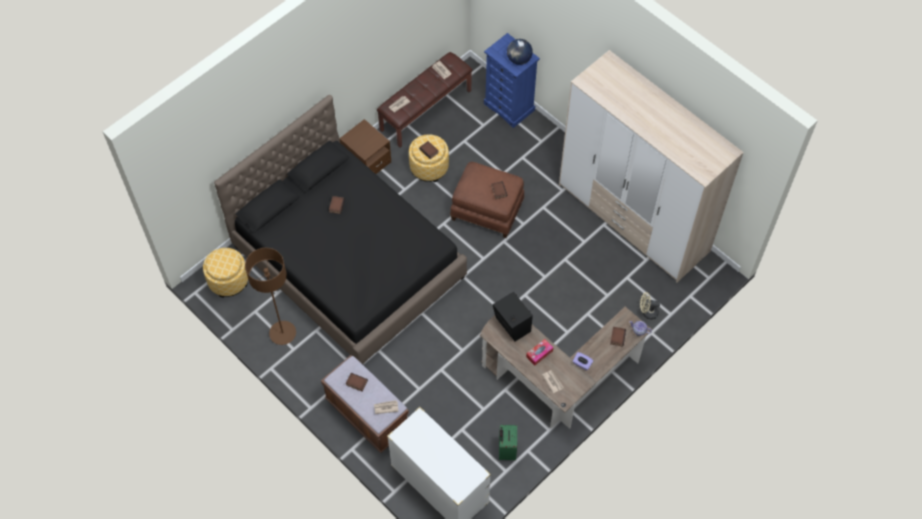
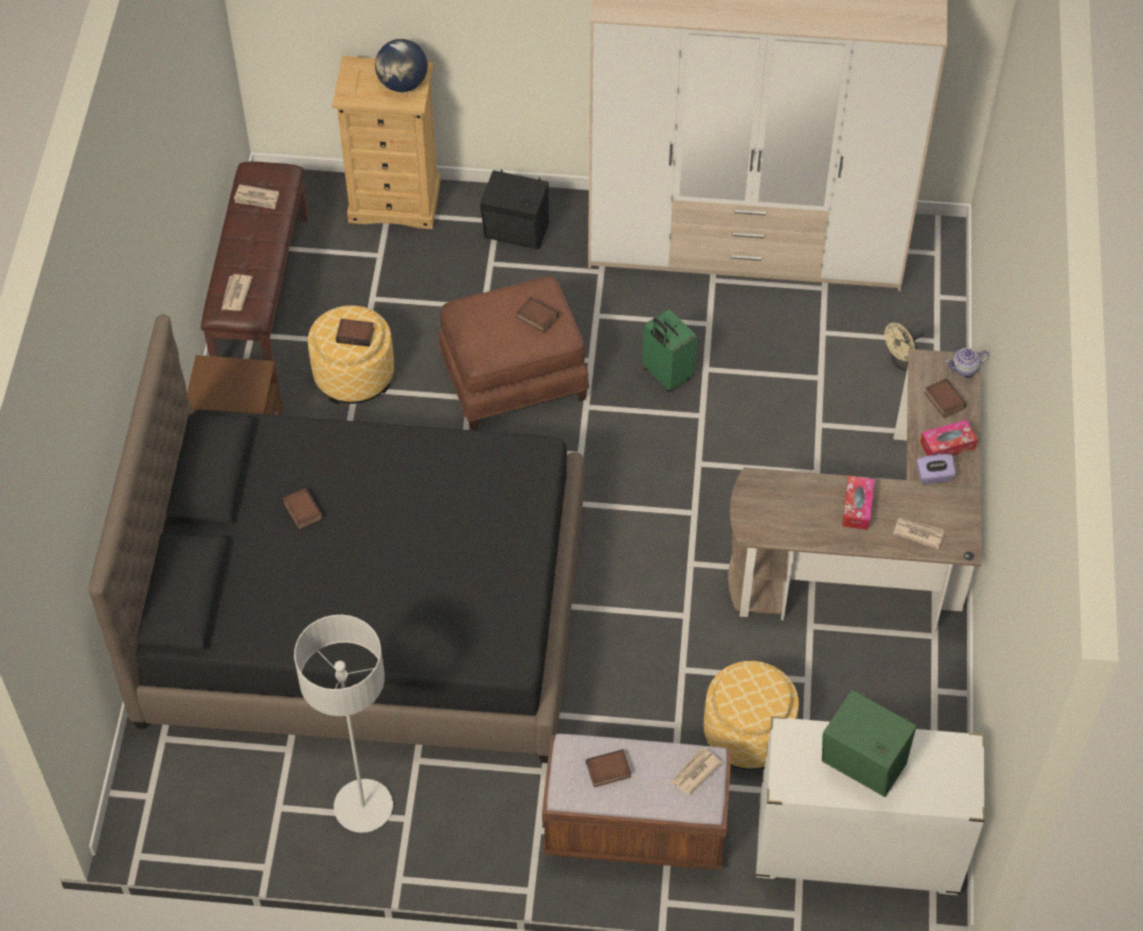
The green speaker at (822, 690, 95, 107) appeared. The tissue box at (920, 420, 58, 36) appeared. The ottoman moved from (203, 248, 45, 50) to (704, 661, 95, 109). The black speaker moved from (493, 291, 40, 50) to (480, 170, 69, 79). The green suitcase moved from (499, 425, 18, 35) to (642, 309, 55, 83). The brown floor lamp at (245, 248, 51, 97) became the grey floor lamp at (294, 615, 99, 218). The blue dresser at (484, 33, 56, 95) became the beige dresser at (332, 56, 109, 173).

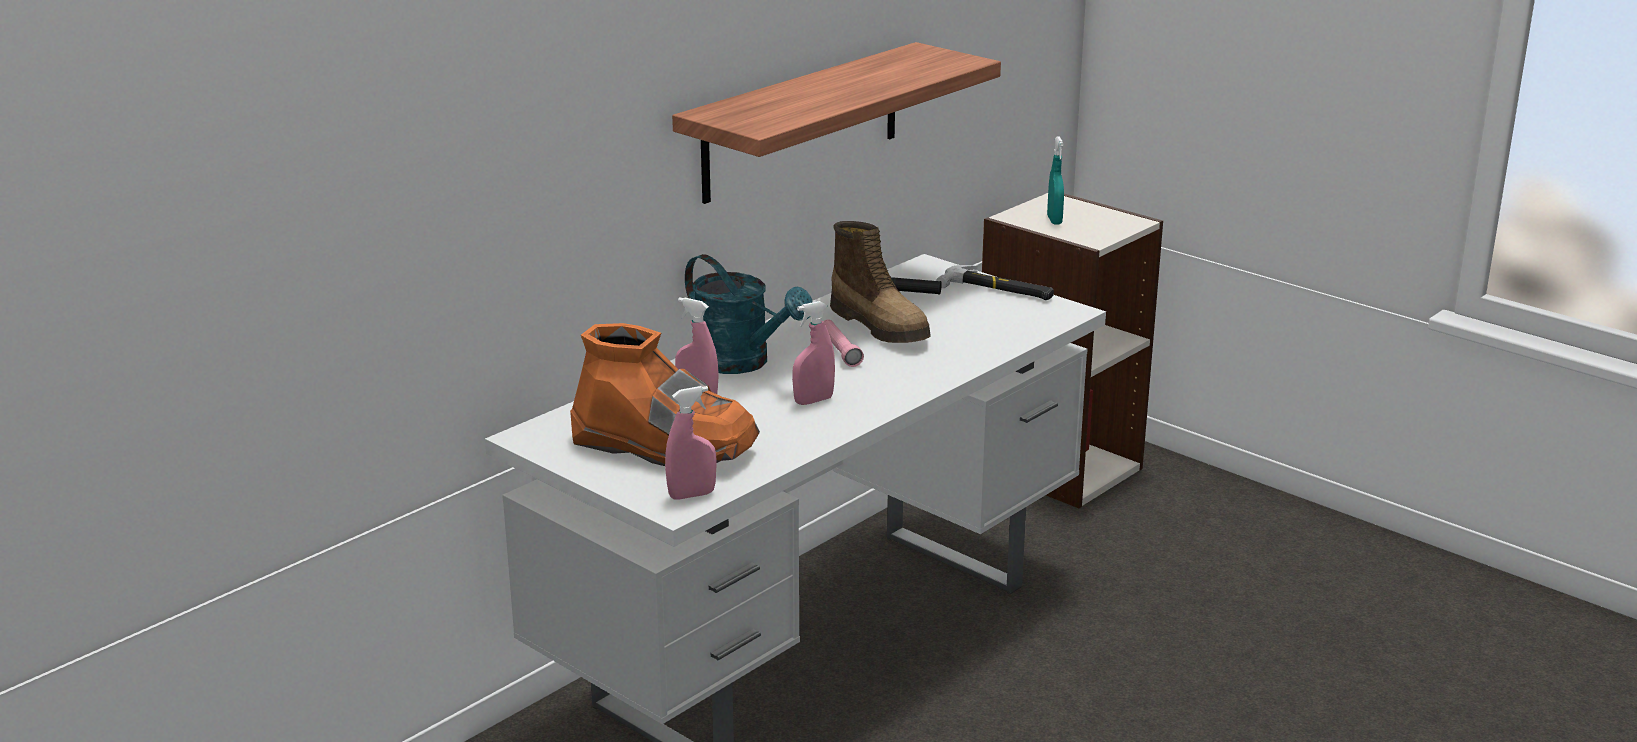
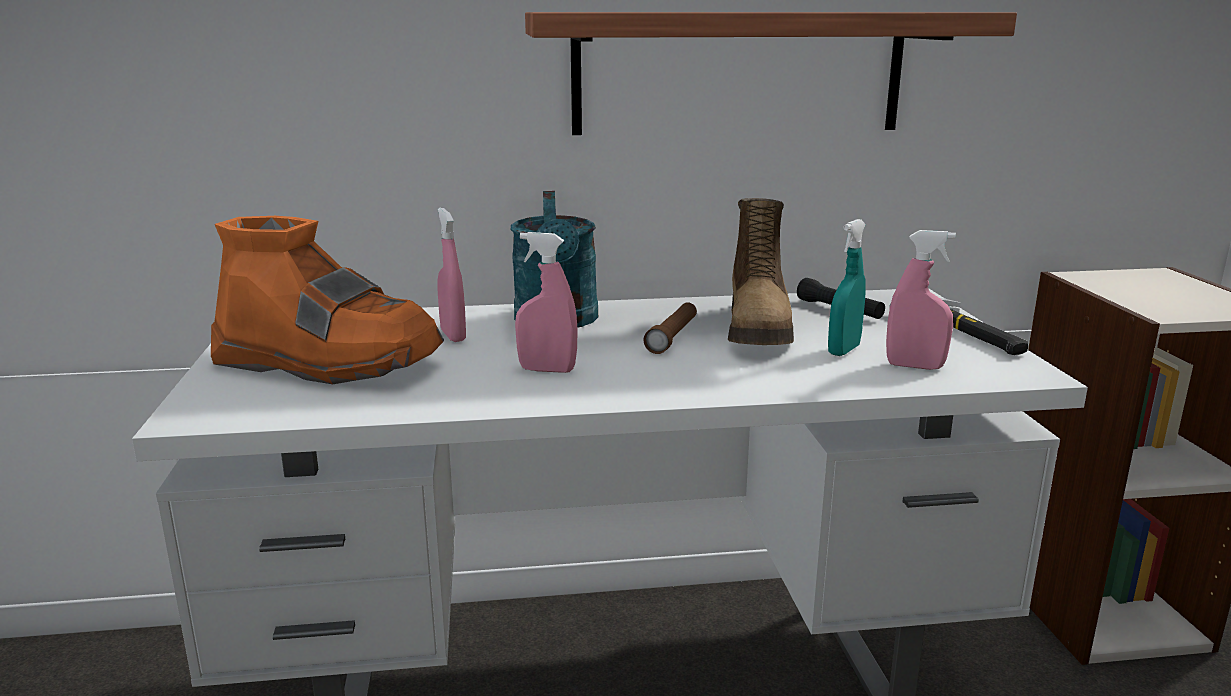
The pink spray bottle moved from (665, 386, 51, 114) to (886, 230, 70, 140). The turquoise spray bottle moved from (1047, 136, 17, 89) to (828, 219, 38, 137). The pink flashlight at (823, 319, 41, 48) became the brown flashlight at (644, 302, 53, 52). The orange boot at (570, 323, 190, 143) turned 45 degrees counterclockwise.

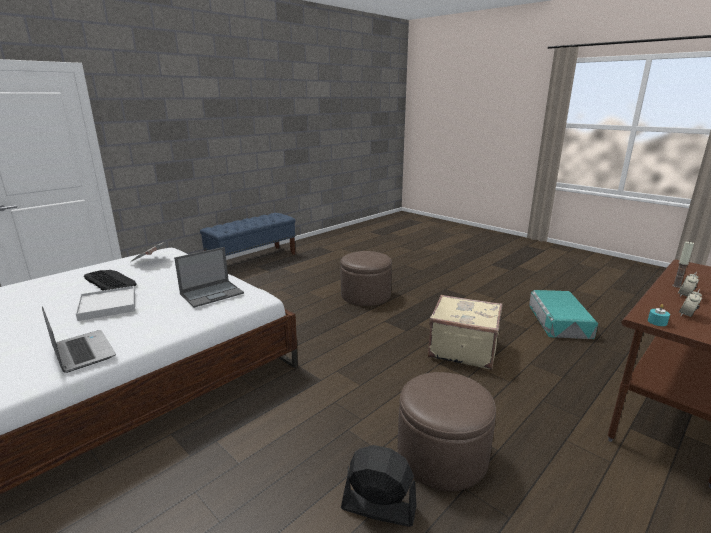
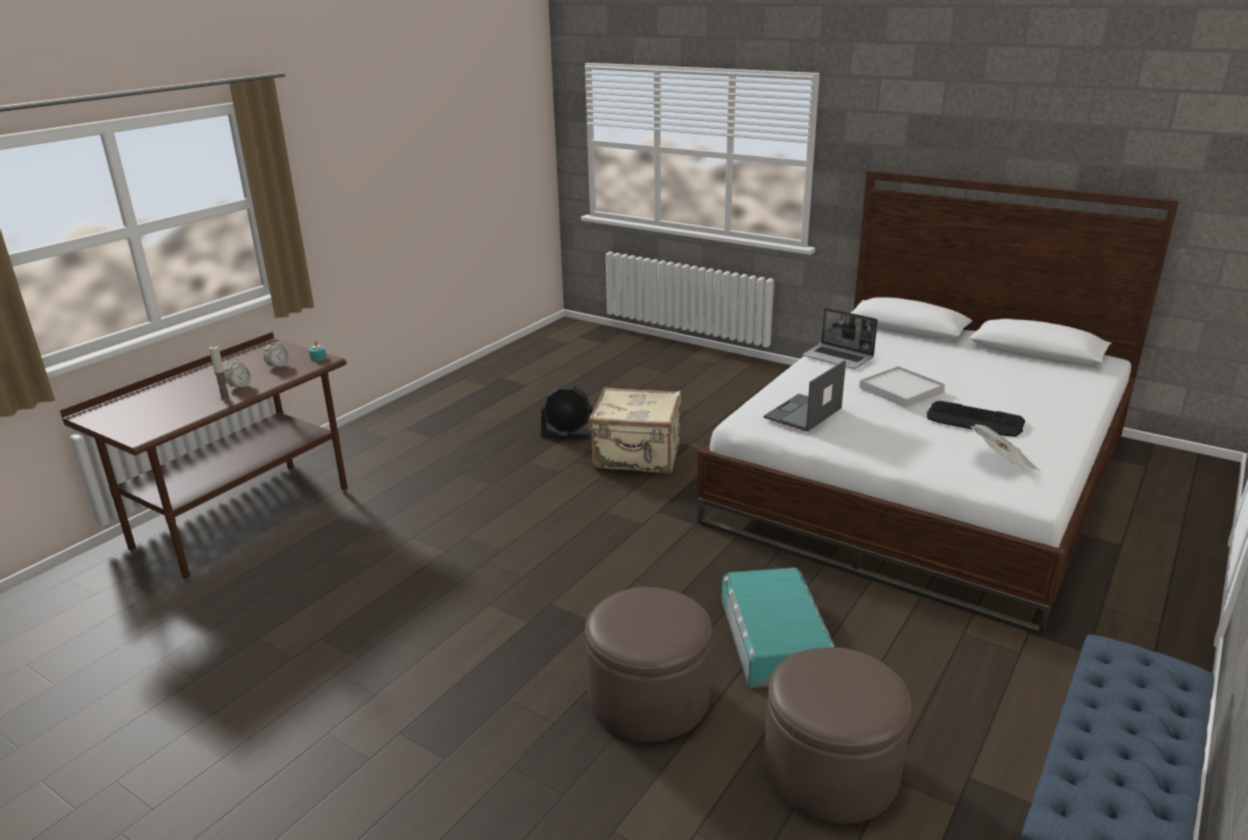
The brown ottoman moved from (398, 372, 98, 119) to (764, 647, 147, 177). The beige suitcase moved from (428, 295, 74, 75) to (589, 387, 92, 86). The turquoise storage box moved from (529, 290, 69, 49) to (722, 567, 113, 121).

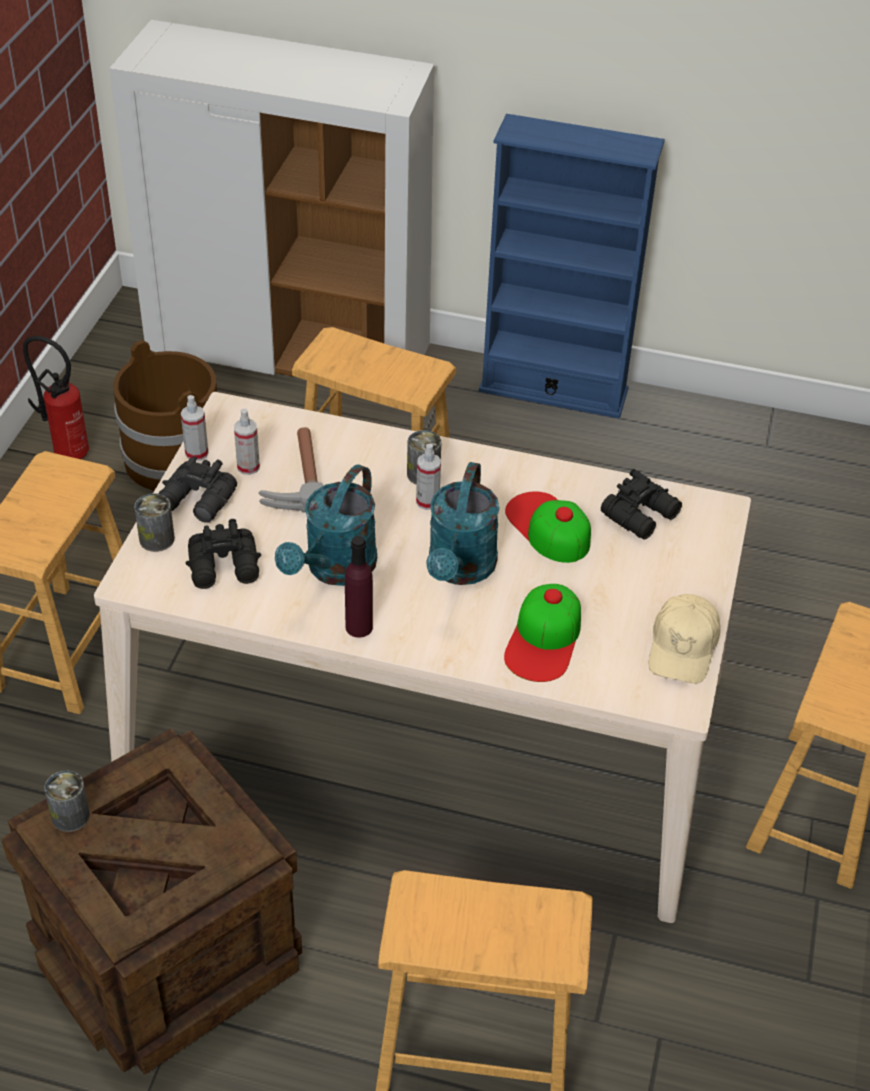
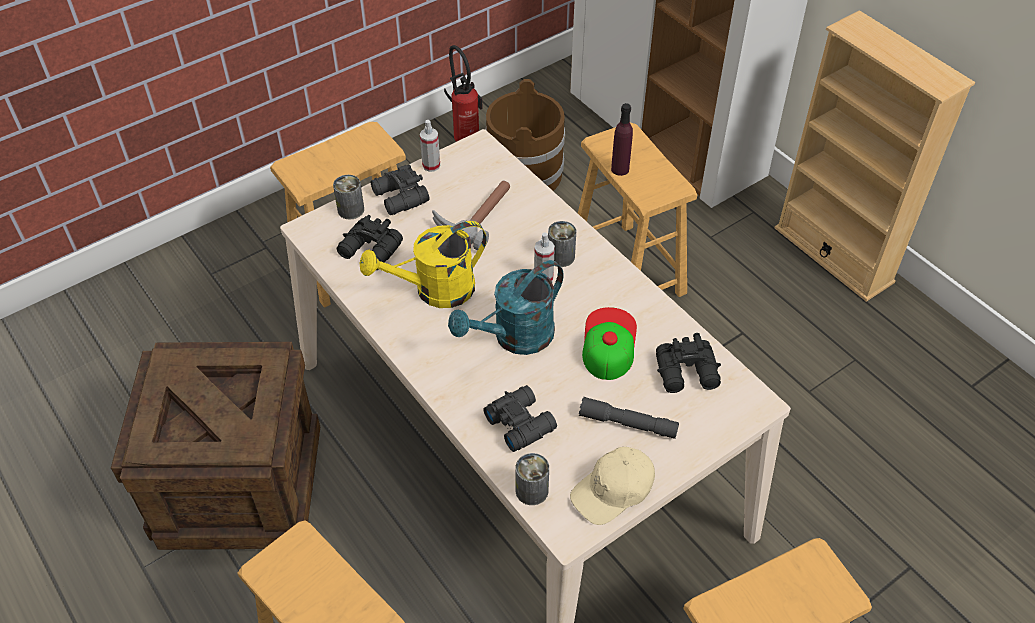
The spray bottle at (234, 408, 26, 67) disappeared. The grey flashlight at (579, 397, 100, 42) appeared. The can moved from (44, 770, 46, 62) to (516, 453, 33, 52). The purple bottle moved from (345, 536, 28, 102) to (611, 103, 22, 73). The cap at (504, 584, 77, 98) was replaced by the black binoculars at (483, 385, 74, 67). The turquoise watering can at (275, 464, 102, 122) became the yellow watering can at (360, 221, 127, 87). The blue bookcase at (479, 114, 186, 305) became the beige bookcase at (775, 10, 200, 292).

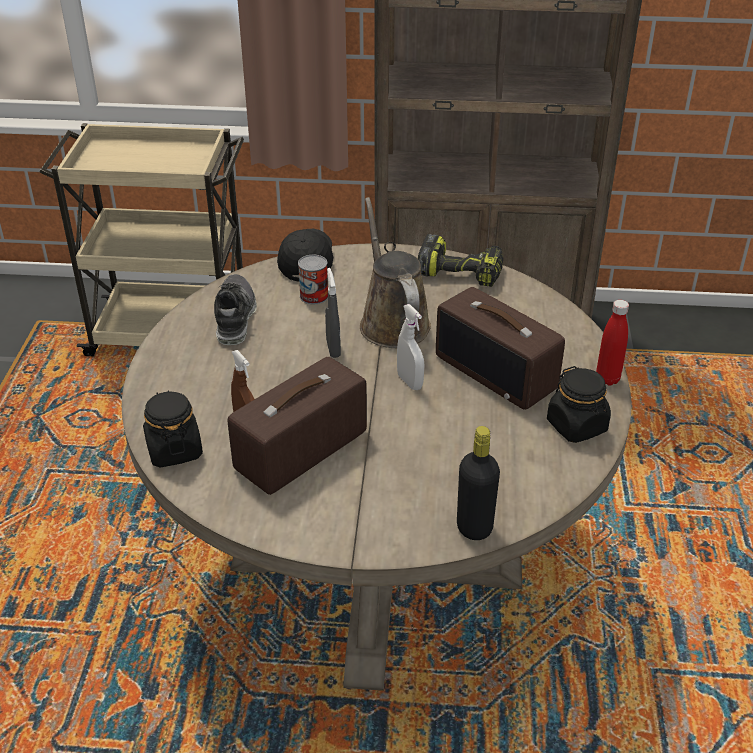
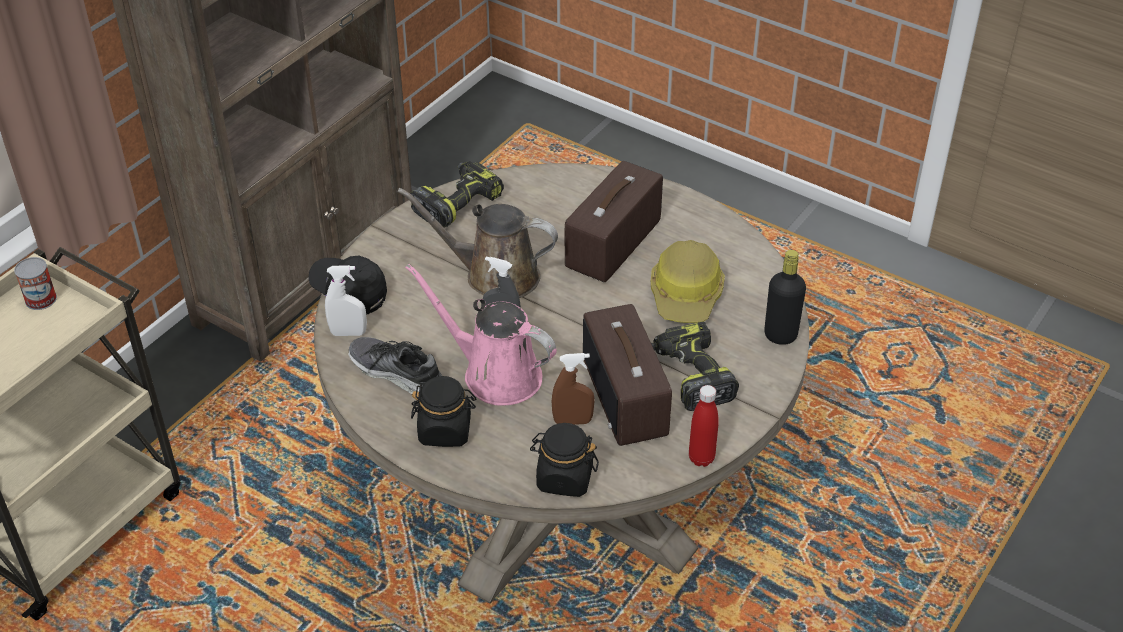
The pink watering can at (405, 263, 152, 143) appeared. The hard hat at (651, 240, 74, 83) appeared. The power drill at (651, 322, 88, 89) appeared. The can moved from (298, 255, 30, 49) to (14, 257, 43, 53). The white spray bottle moved from (397, 304, 28, 86) to (325, 265, 42, 71). The black jar moved from (547, 366, 64, 77) to (411, 376, 66, 71). The red bottle moved from (596, 300, 33, 86) to (689, 385, 30, 82). The radio at (436, 287, 129, 123) turned 135 degrees clockwise.

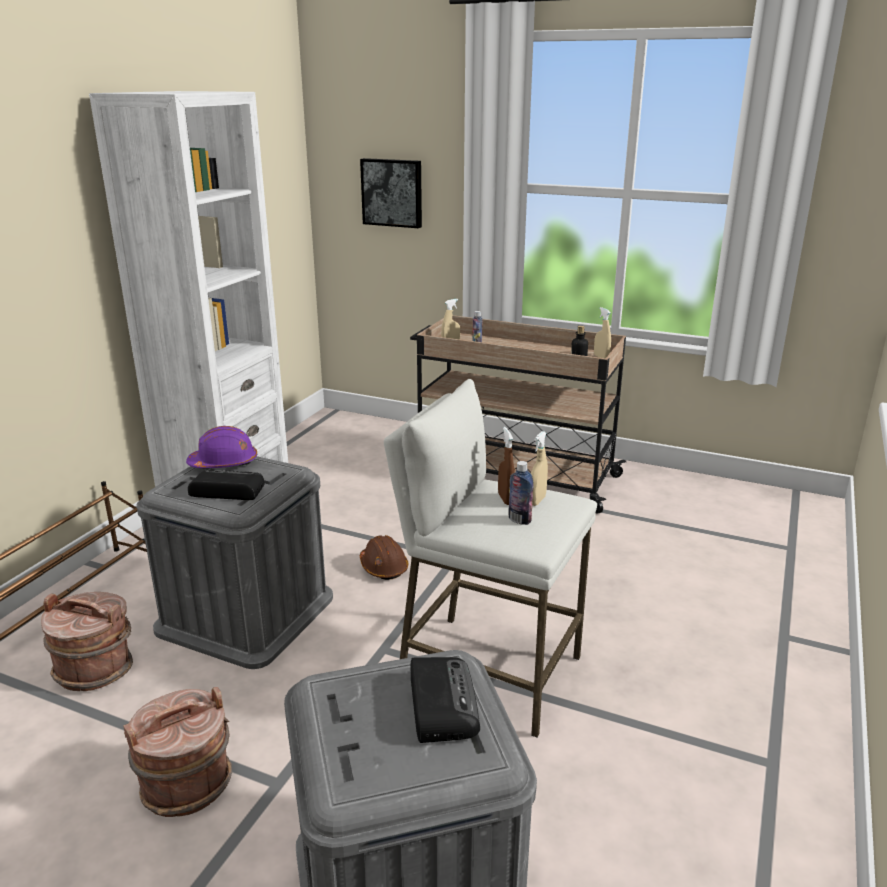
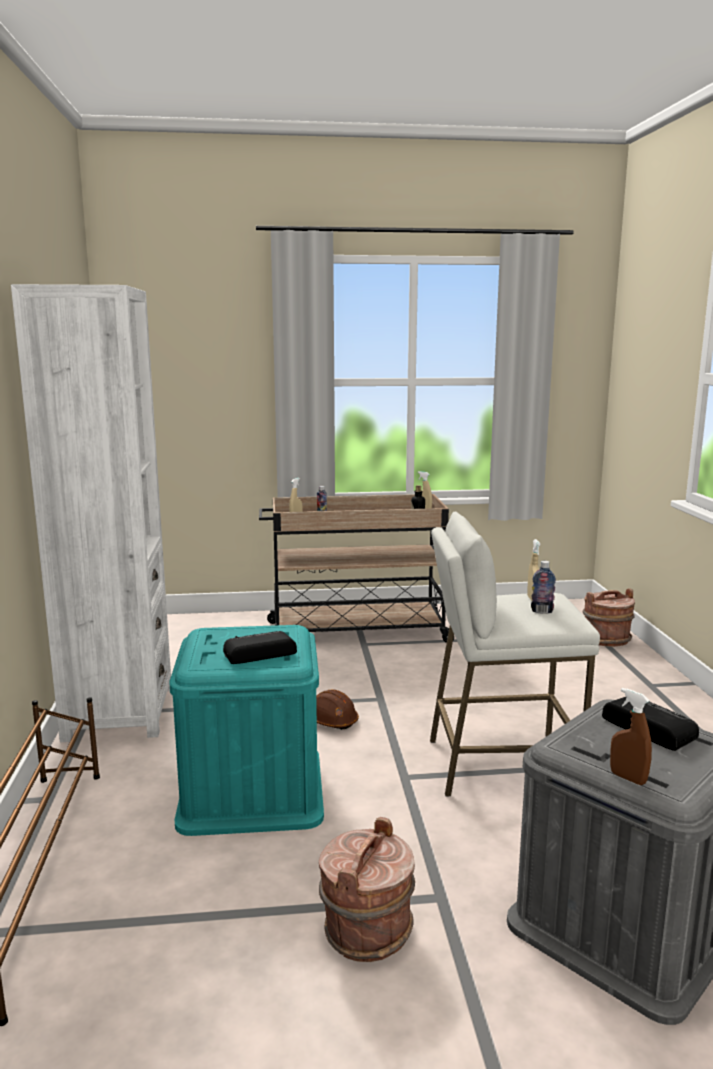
The purple hard hat at (186, 426, 71, 42) disappeared. The picture at (360, 158, 62, 70) disappeared. The brown bucket moved from (41, 592, 92, 99) to (583, 588, 52, 59). The brown spray bottle moved from (498, 427, 17, 78) to (610, 688, 42, 97). The grey storage box at (137, 456, 196, 213) became the turquoise storage box at (169, 625, 155, 211).

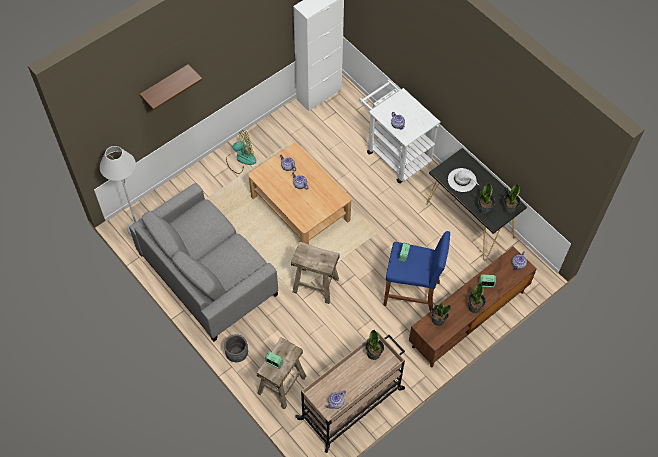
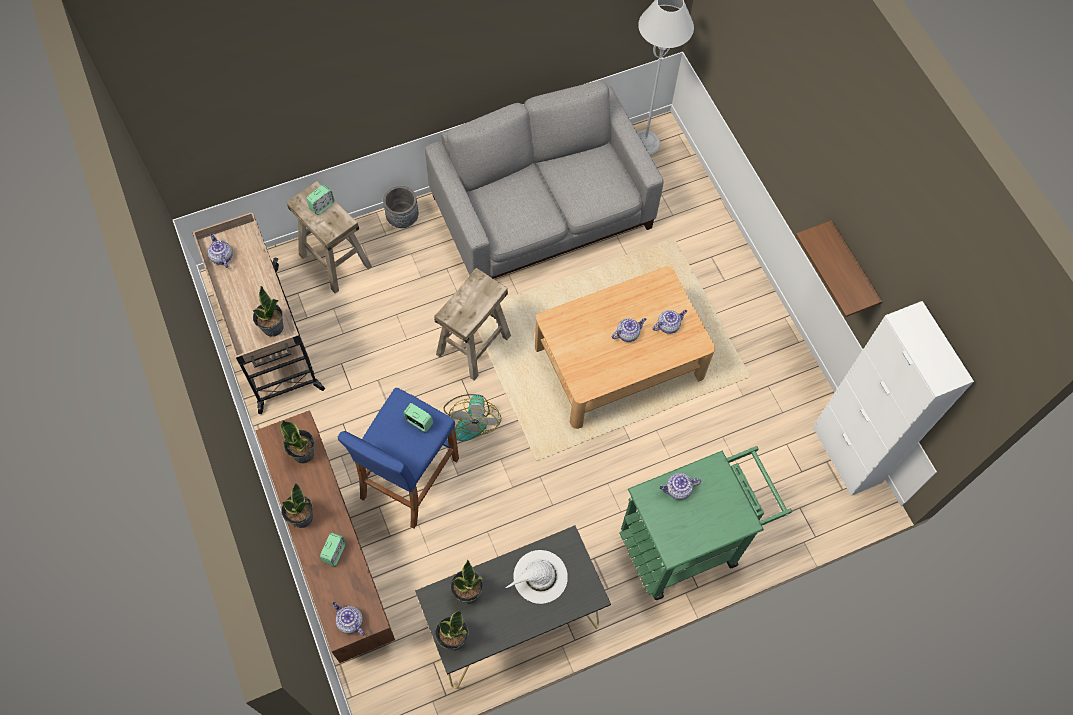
The shelf moved from (140, 64, 62, 46) to (796, 220, 86, 97). The fan moved from (226, 130, 30, 44) to (443, 394, 58, 47). The white cart at (359, 80, 82, 103) became the green cart at (619, 446, 173, 154).

